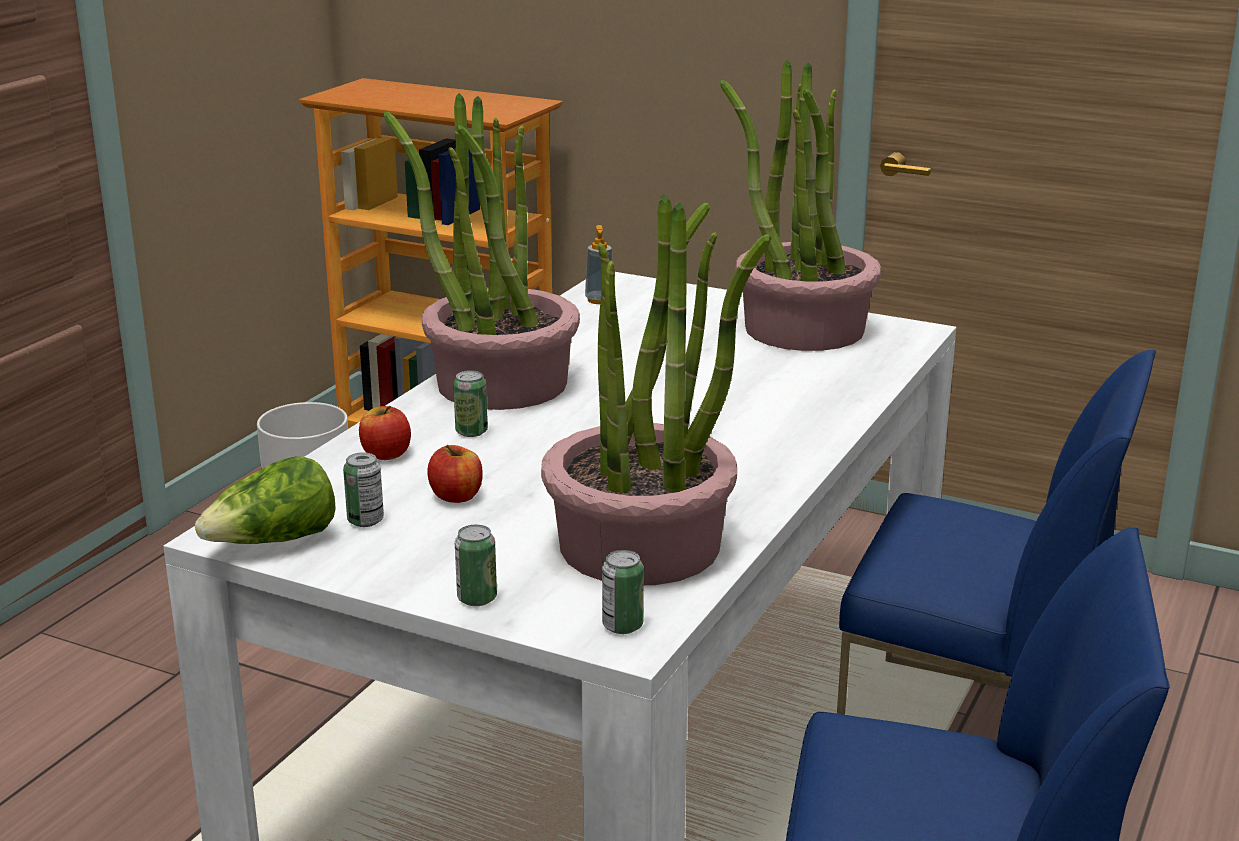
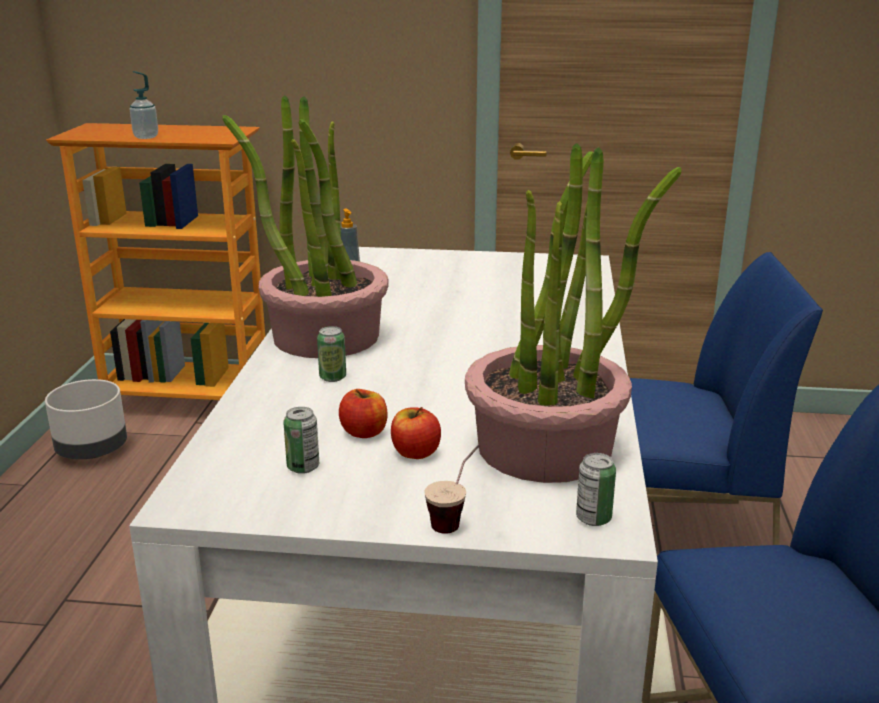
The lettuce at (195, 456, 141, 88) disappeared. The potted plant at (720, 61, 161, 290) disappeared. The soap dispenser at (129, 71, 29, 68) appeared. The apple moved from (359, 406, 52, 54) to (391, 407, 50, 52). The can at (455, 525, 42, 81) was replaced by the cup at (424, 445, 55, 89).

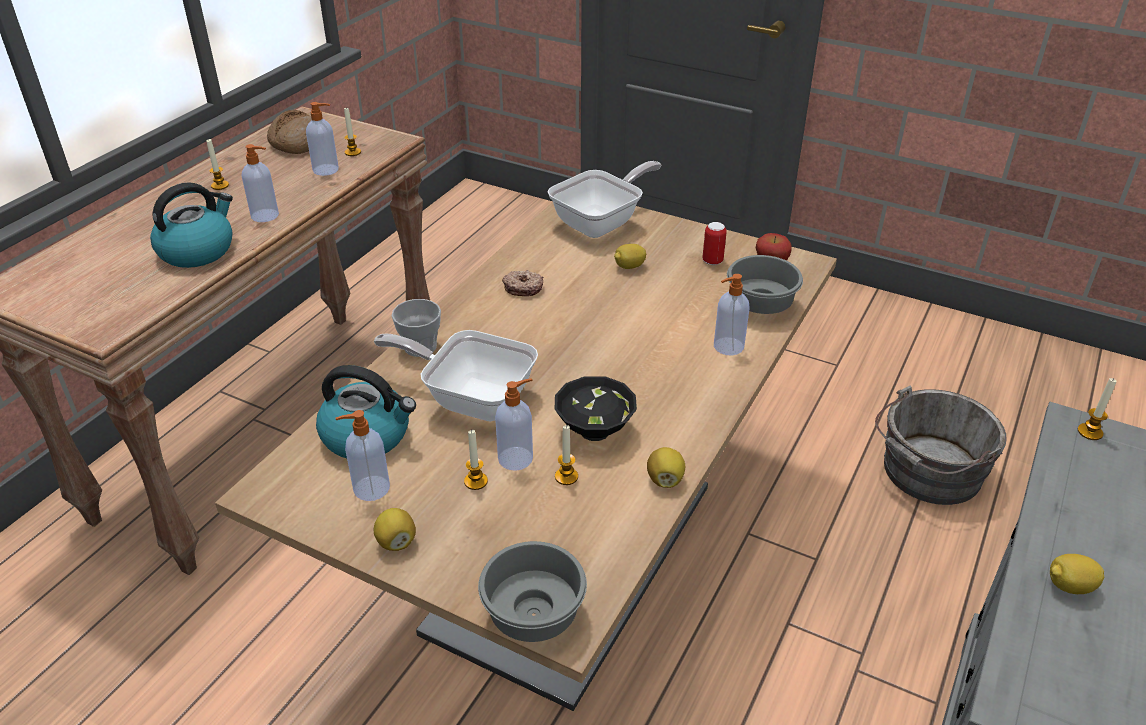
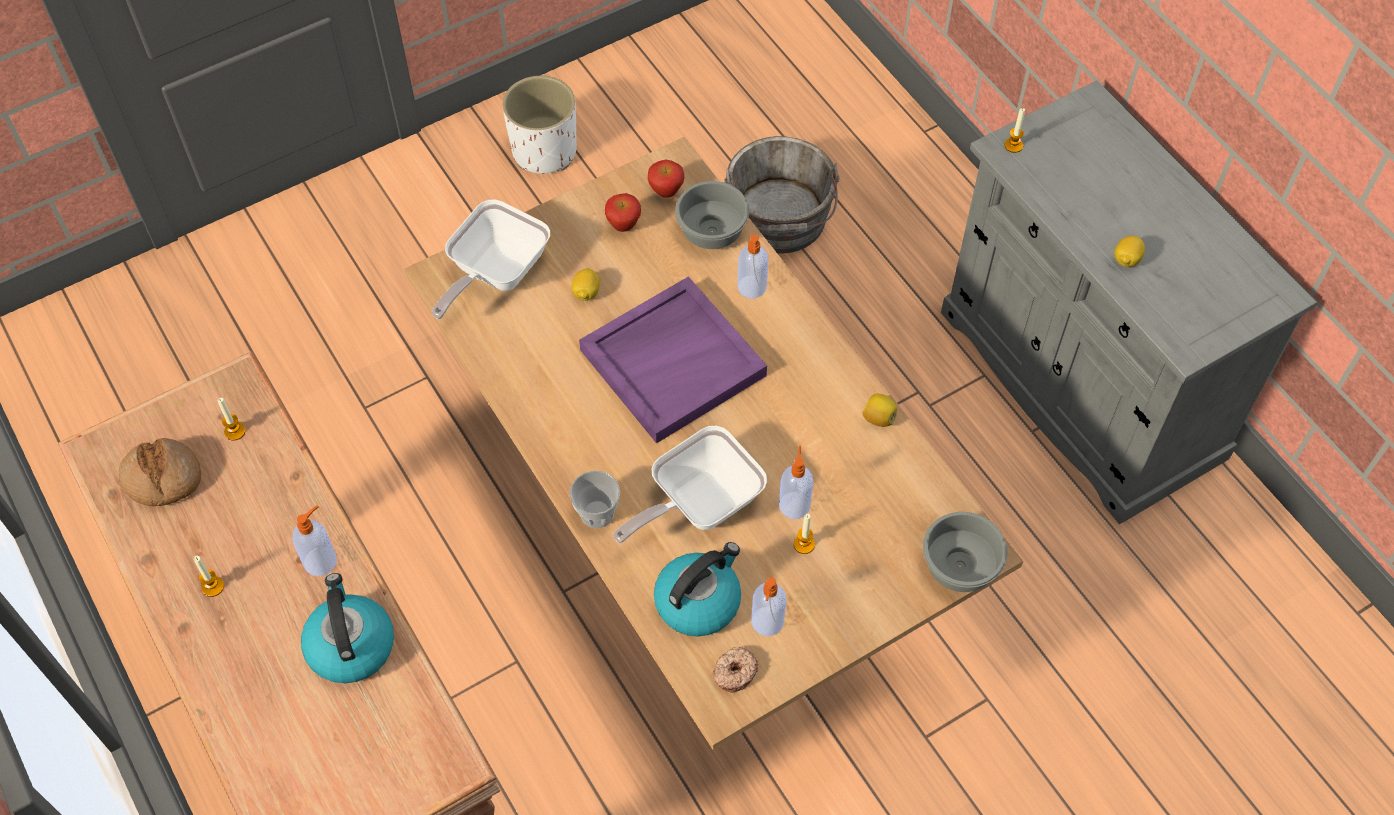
The soap dispenser at (306, 102, 33, 74) disappeared. The lemon at (374, 508, 42, 43) disappeared. The black bowl at (555, 376, 82, 65) disappeared. The candle at (555, 425, 23, 60) disappeared. The white planter at (502, 76, 75, 98) appeared. The purple tray at (579, 276, 188, 168) appeared. The donut moved from (502, 270, 41, 26) to (713, 646, 45, 46). The can at (702, 222, 25, 43) was replaced by the apple at (605, 193, 36, 39). The frying pan at (548, 161, 113, 77) turned 135 degrees counterclockwise.

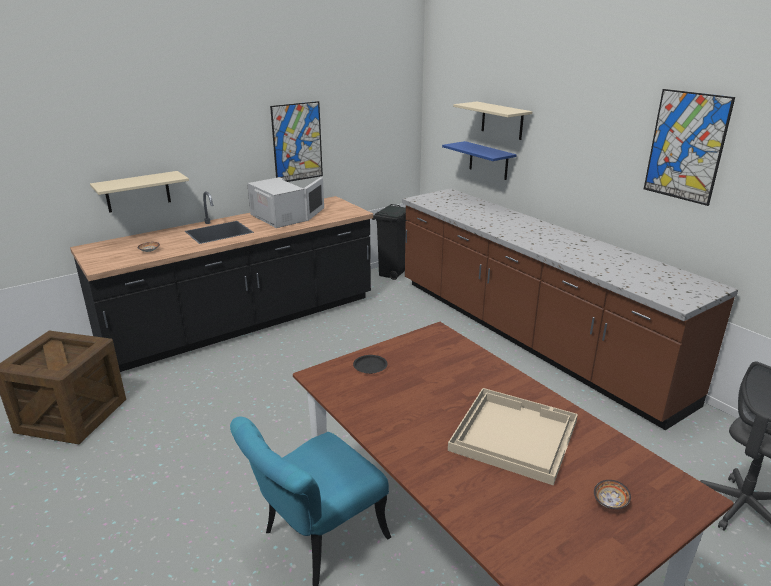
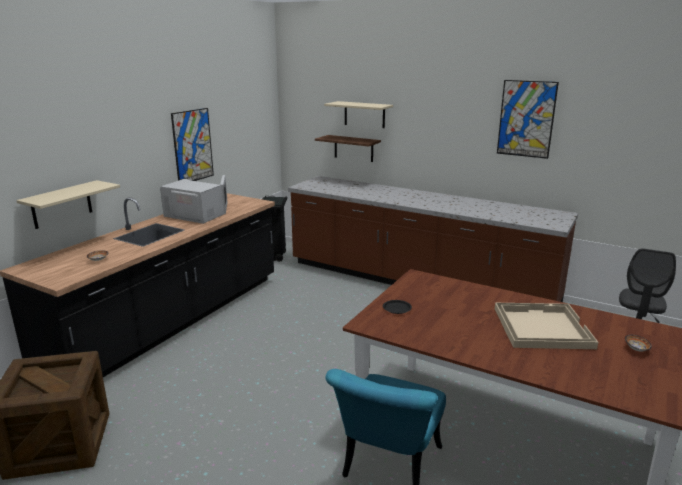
The blue shelf at (442, 141, 75, 39) became the brown shelf at (315, 135, 66, 27).

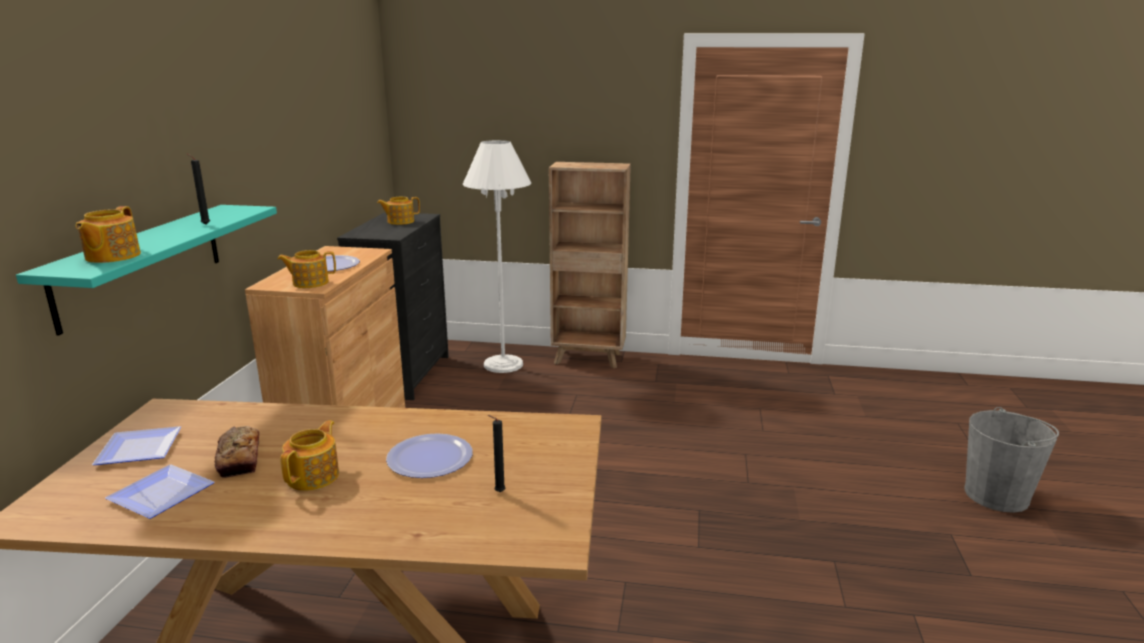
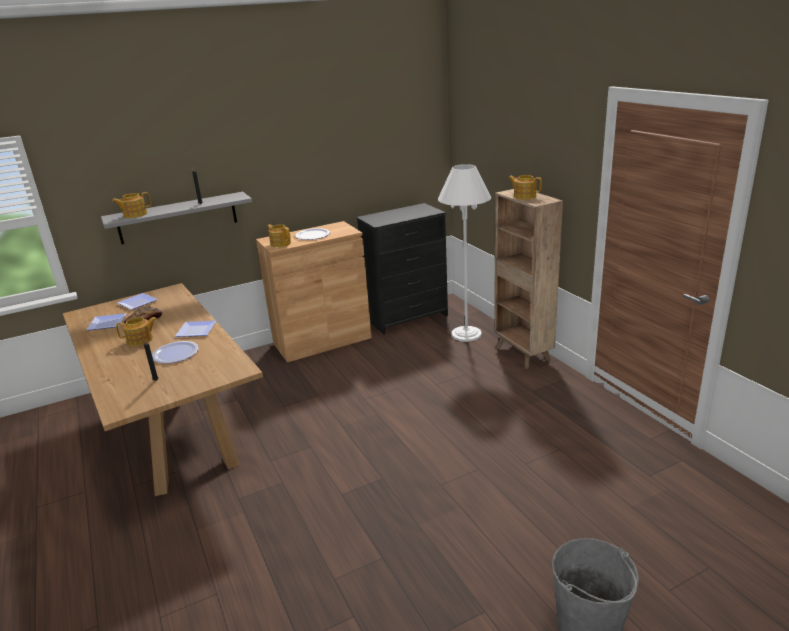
The plate at (174, 321, 42, 16) appeared. The teapot moved from (377, 197, 43, 28) to (508, 175, 34, 25). The turquoise shelf at (16, 205, 261, 131) became the grey shelf at (101, 192, 151, 52).

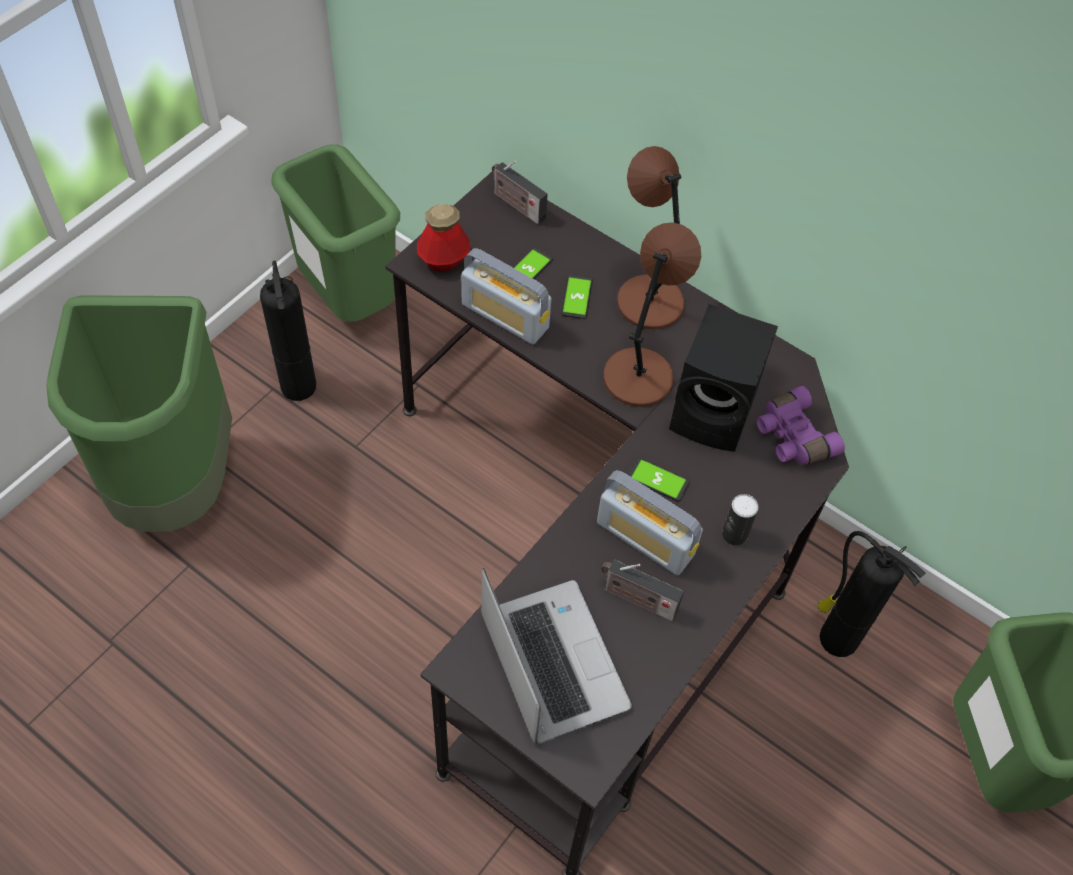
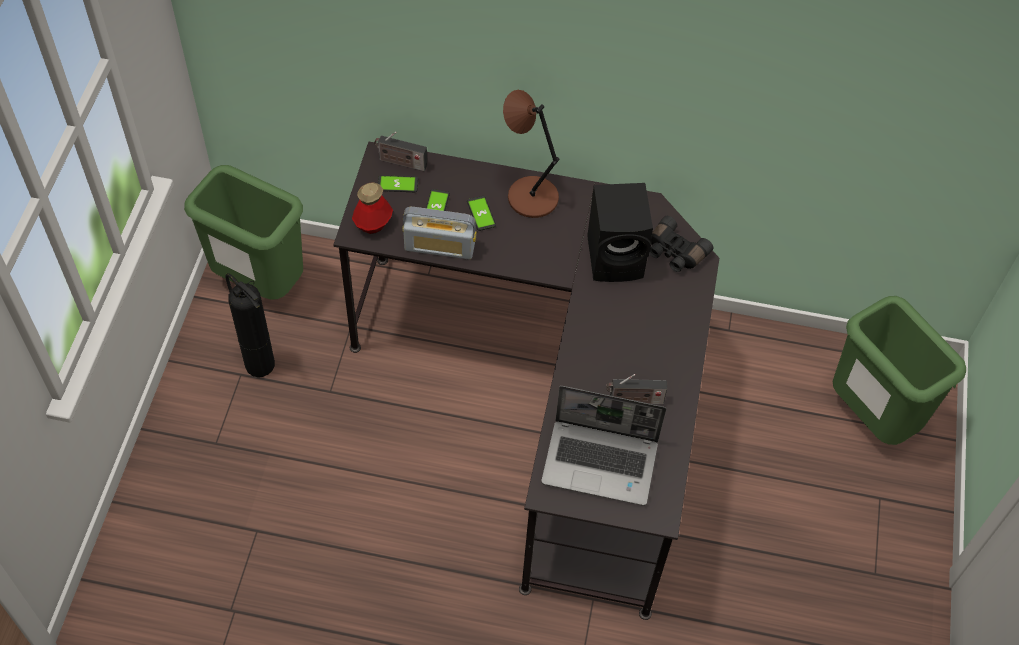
The green trash can at (46, 295, 186, 237) disappeared. The radio at (597, 470, 106, 105) disappeared. The brown table lamp at (603, 222, 98, 185) disappeared. The can at (722, 494, 37, 52) disappeared. The fire extinguisher at (818, 531, 107, 126) disappeared. The phone moved from (628, 458, 62, 43) to (378, 175, 40, 17). The purple binoculars at (757, 386, 88, 79) became the black binoculars at (649, 216, 64, 56). The laptop at (481, 568, 151, 176) turned 150 degrees clockwise.

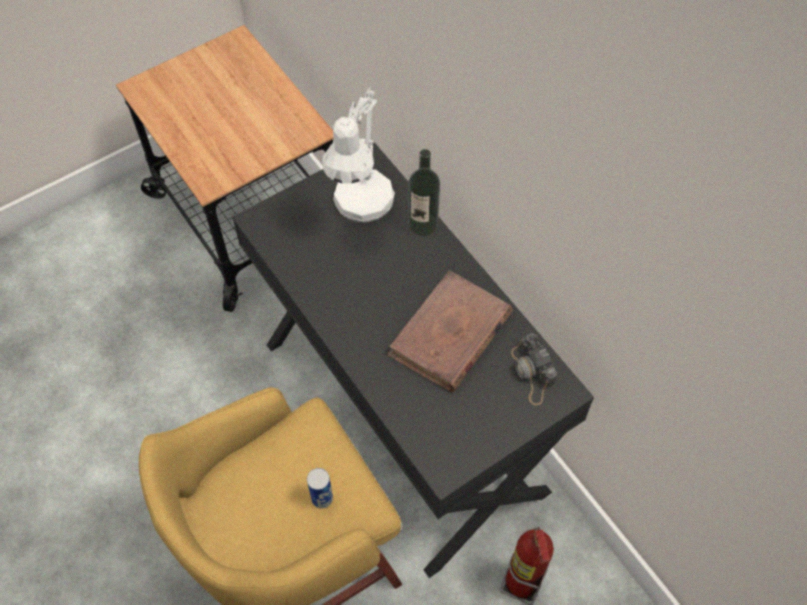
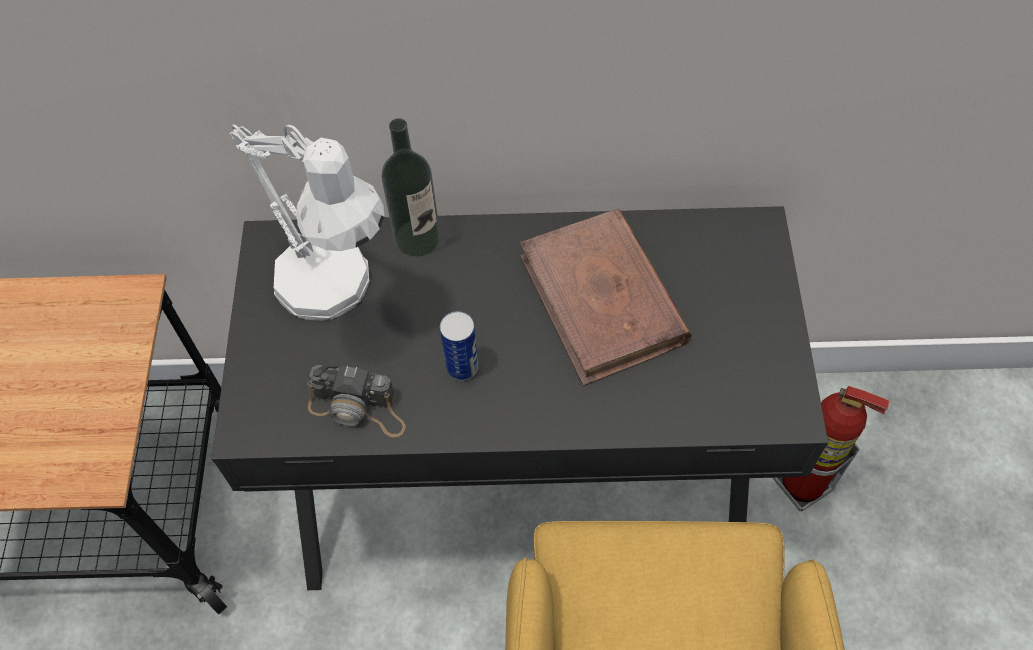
The can moved from (307, 468, 26, 40) to (440, 311, 38, 70). The photo camera moved from (511, 333, 46, 73) to (307, 364, 99, 73).

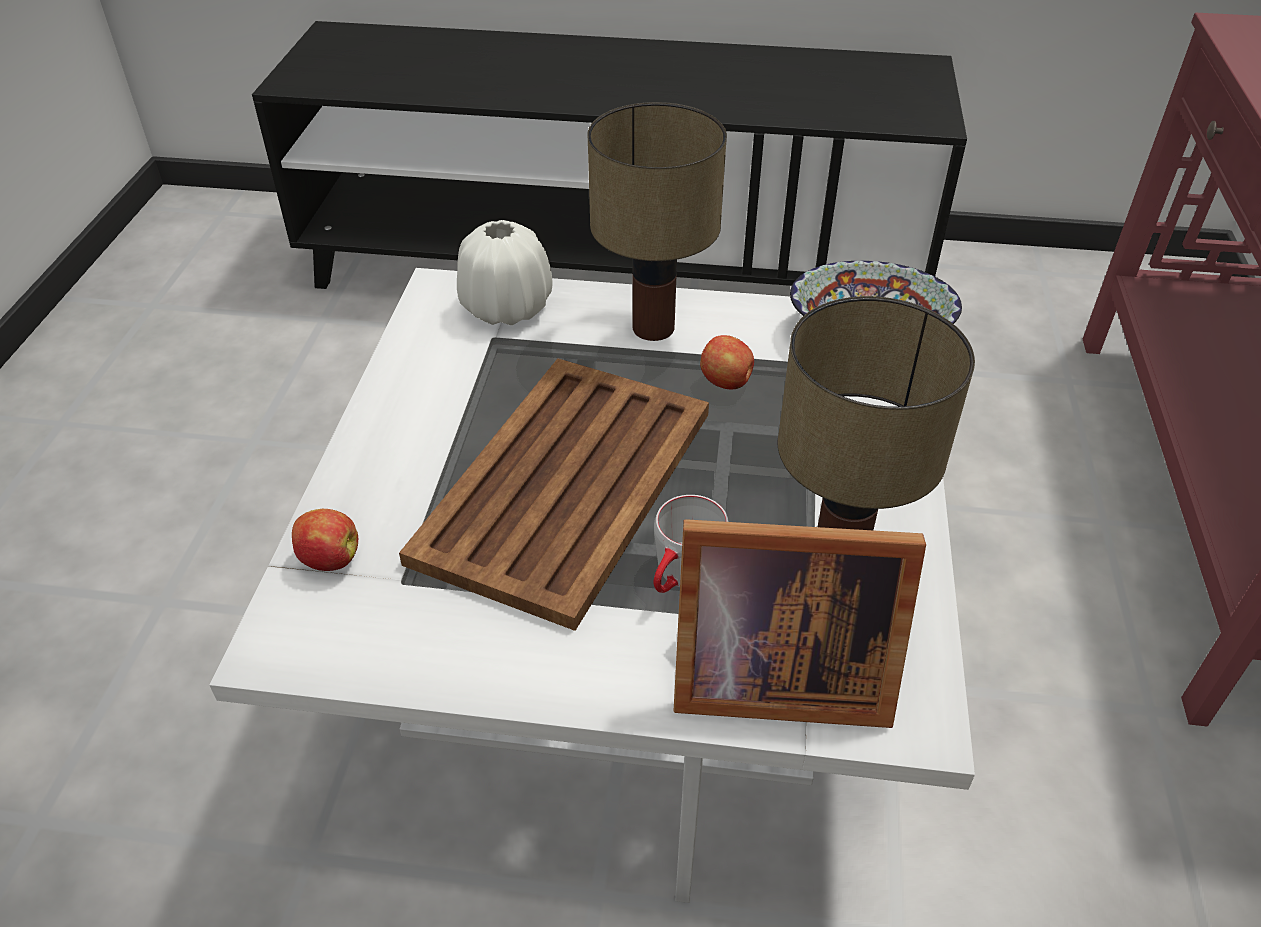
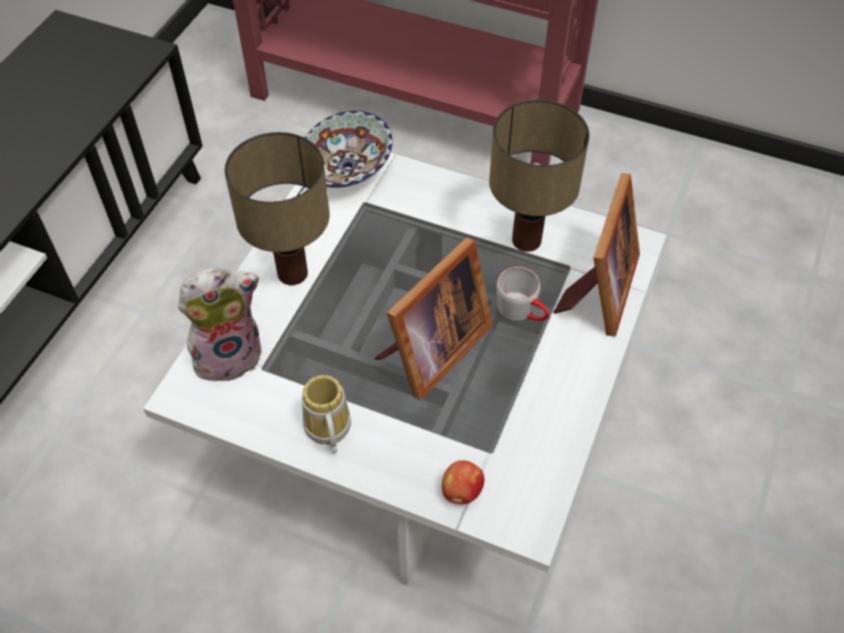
The apple at (700, 335, 54, 54) disappeared. The mug at (302, 375, 49, 78) appeared. The brown tray at (399, 358, 310, 273) was replaced by the picture frame at (375, 237, 118, 163). The white vase at (457, 220, 96, 105) was replaced by the plush toy at (178, 268, 83, 113).

